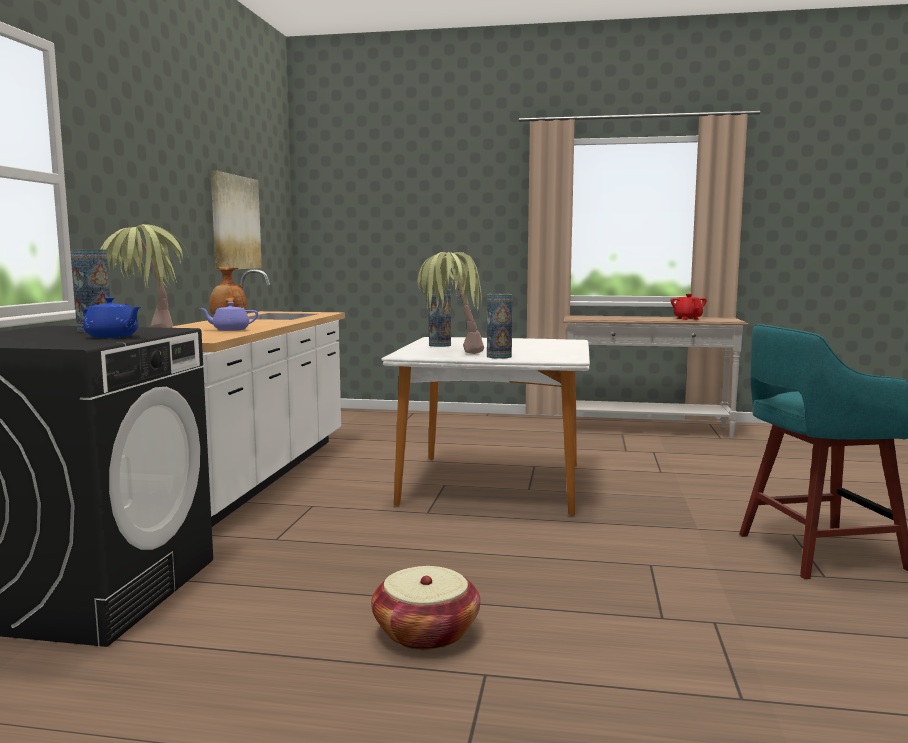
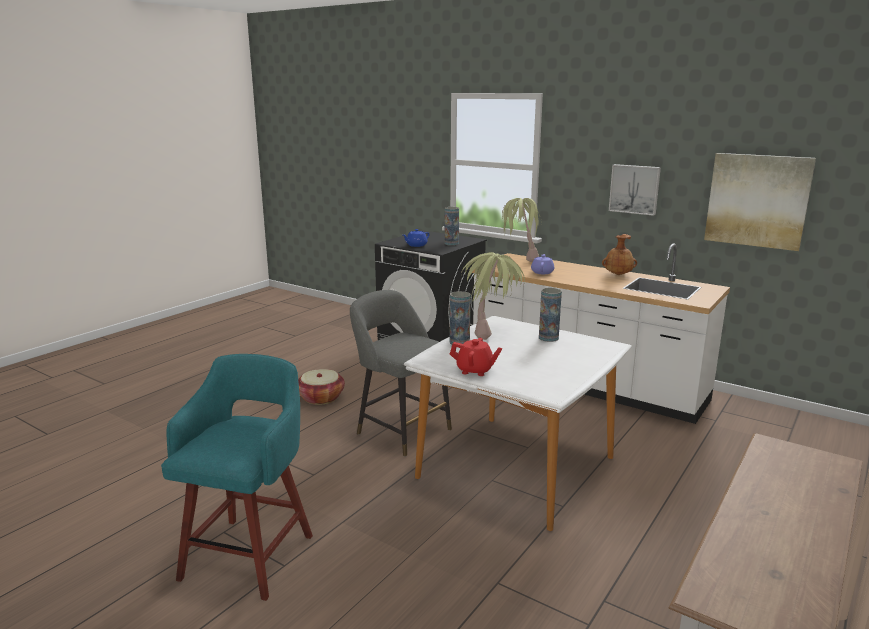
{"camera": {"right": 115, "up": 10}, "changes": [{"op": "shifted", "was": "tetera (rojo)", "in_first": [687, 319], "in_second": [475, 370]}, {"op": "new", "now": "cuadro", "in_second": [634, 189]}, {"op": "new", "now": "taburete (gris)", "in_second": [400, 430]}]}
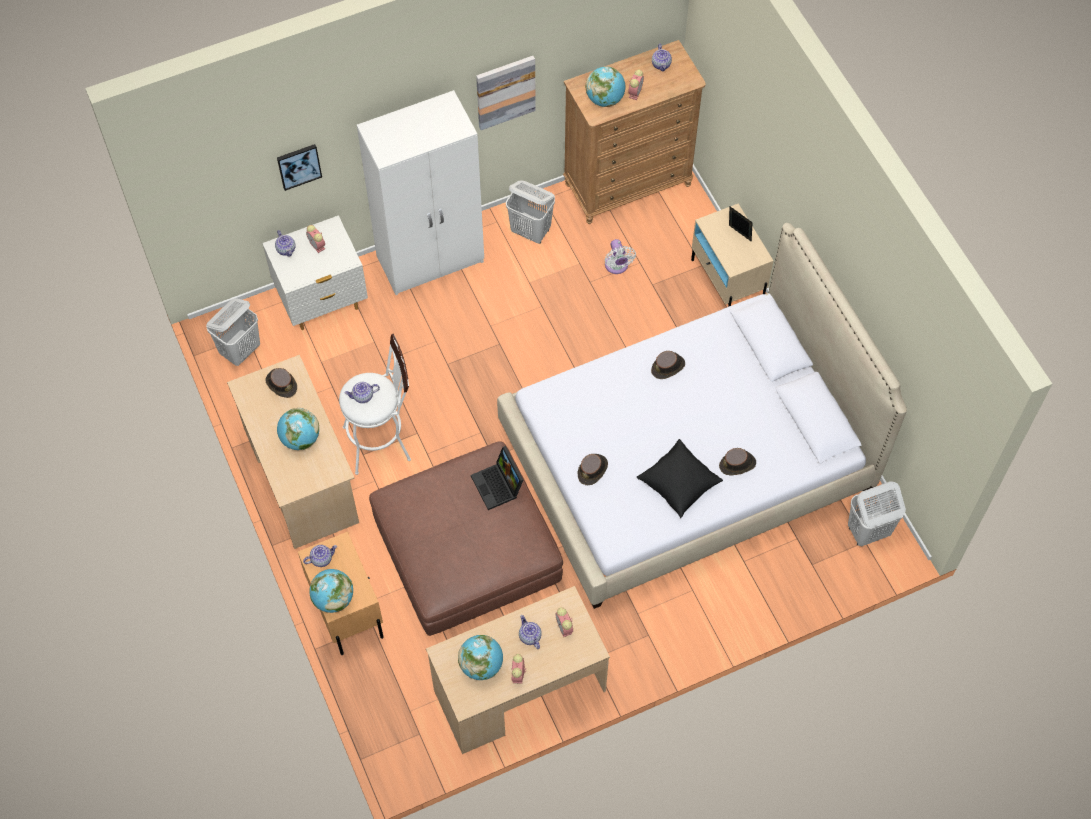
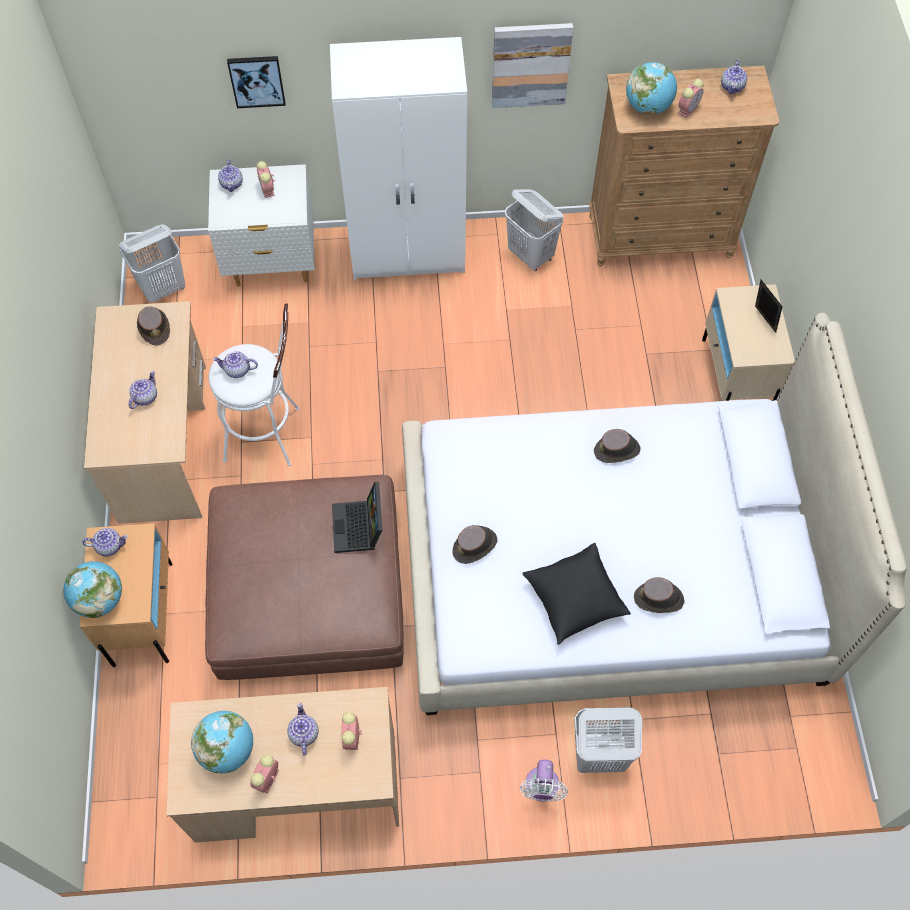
{"camera": {"right": 20, "up": 0}, "changes": [{"op": "shifted", "was": "ventilador (blanco)", "in_first": [617, 266], "in_second": [541, 788]}, {"op": "swapped", "was": "globo terráqueo", "now": "tetera", "in_first": [300, 439], "in_second": [145, 397]}, {"op": "shifted", "was": "cesto de la ropa (blanco)", "in_first": [867, 531], "in_second": [598, 755]}]}
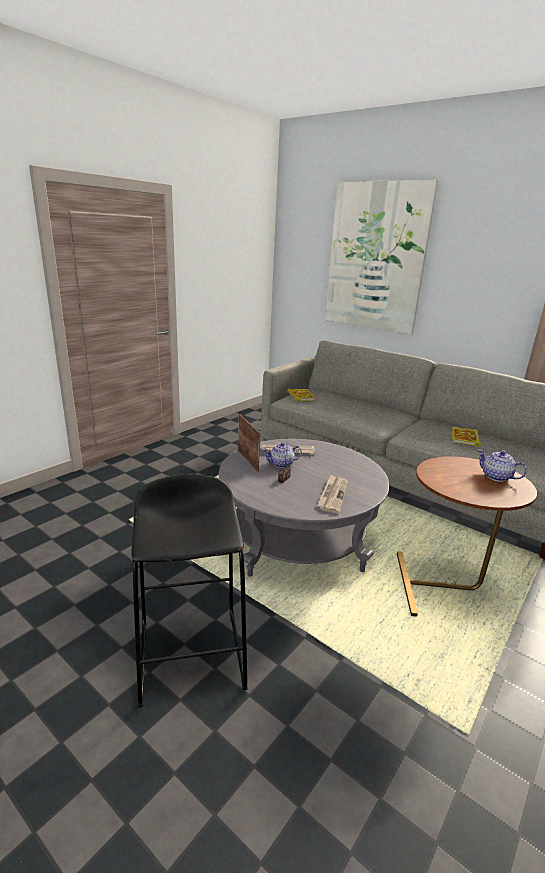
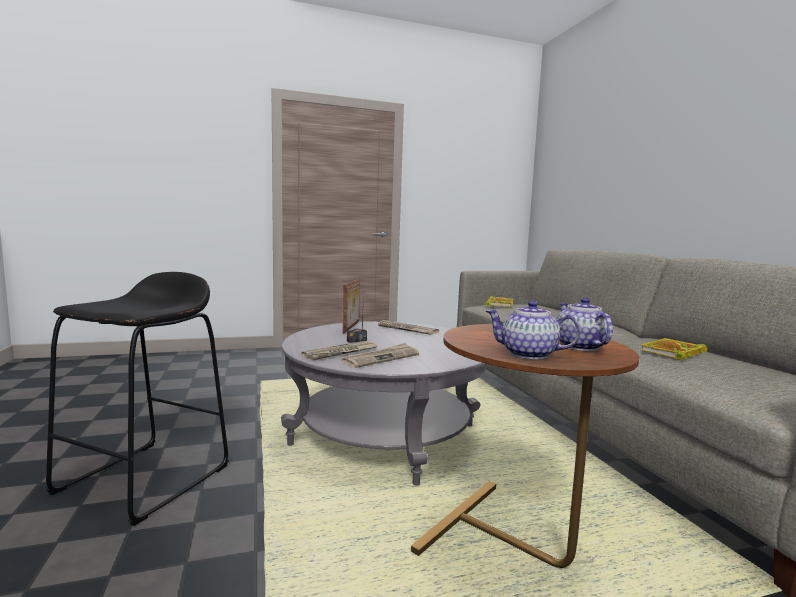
{"camera": {"right": 35, "up": -15}, "changes": [{"op": "gone", "was": "cuadro", "in_first": [376, 258]}, {"op": "shifted", "was": "tetera", "in_first": [281, 464], "in_second": [529, 354]}, {"op": "new", "now": "periódico", "in_second": [340, 353]}]}
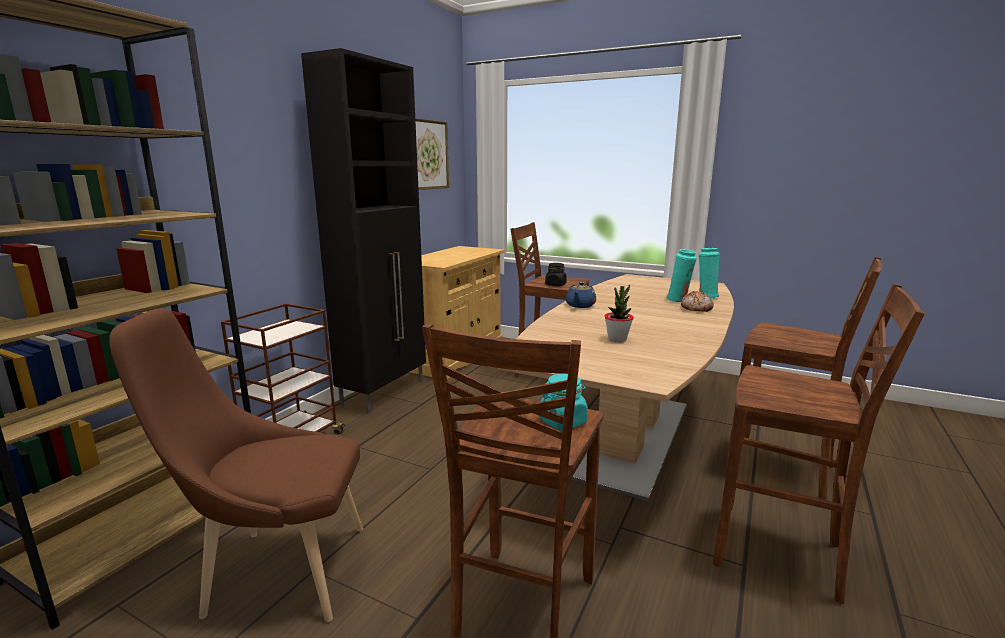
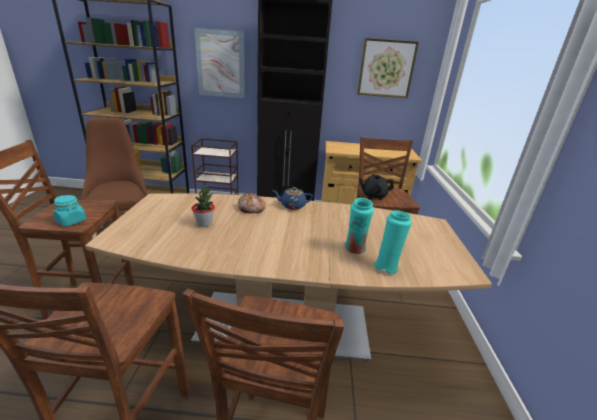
{"camera": {"right": 65, "up": 10}, "changes": [{"op": "swapped", "was": "tarro (negro)", "now": "tetera (negro)", "in_first": [555, 285], "in_second": [373, 196]}, {"op": "shifted", "was": "pan", "in_first": [697, 308], "in_second": [251, 208]}, {"op": "new", "now": "cuadro", "in_second": [220, 64]}]}
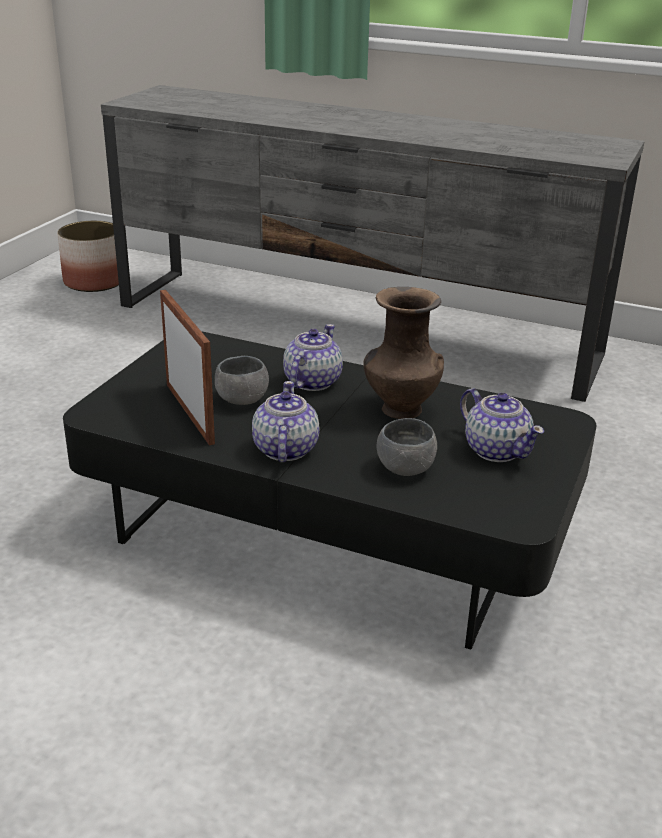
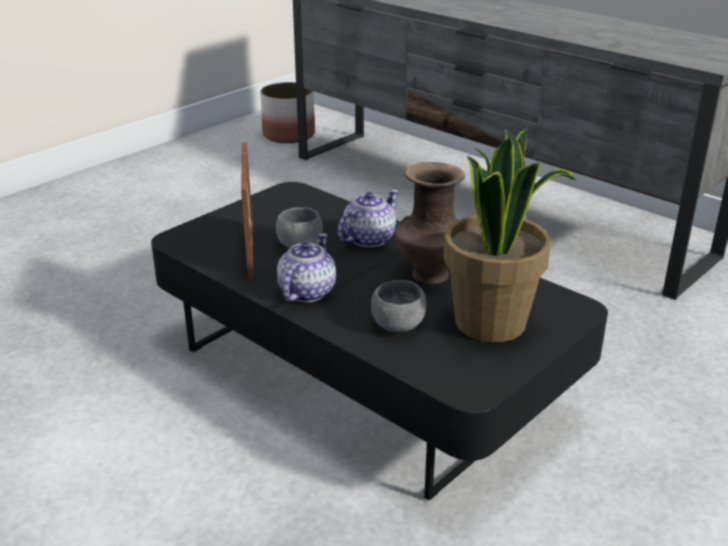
{"camera": {"right": 20, "up": 0}, "changes": [{"op": "swapped", "was": "tetera", "now": "planta en maceta", "in_first": [496, 450], "in_second": [492, 323]}]}
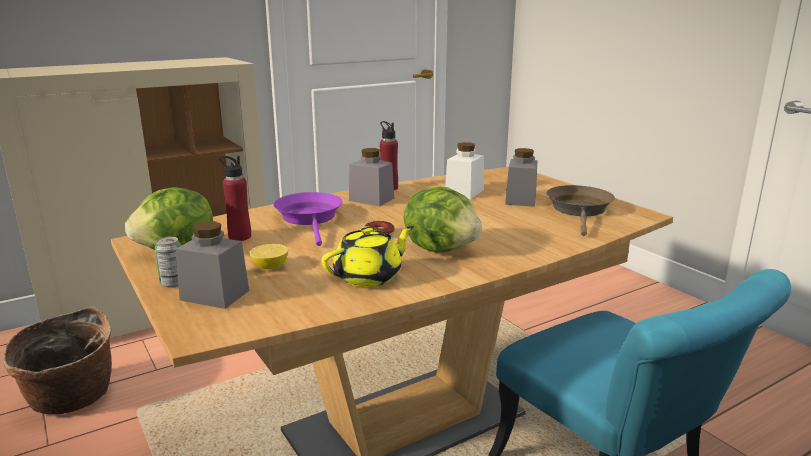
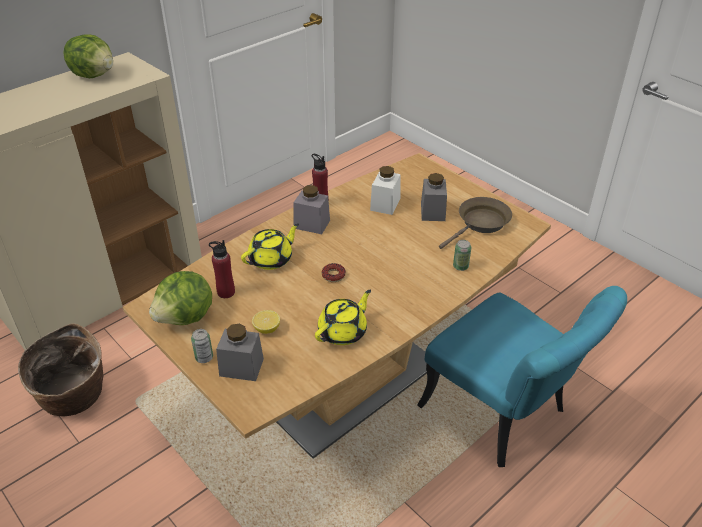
{"camera": {"right": -10, "up": 20}, "changes": [{"op": "rotated", "was": "sartén (marrón)", "in_first": [579, 210], "in_second": [480, 223], "clockwise": 45}, {"op": "shifted", "was": "lechuga", "in_first": [442, 248], "in_second": [94, 75]}, {"op": "swapped", "was": "sartén (morado)", "now": "tetera (amarillo)", "in_first": [310, 218], "in_second": [271, 259]}, {"op": "new", "now": "lata", "in_second": [460, 266]}]}
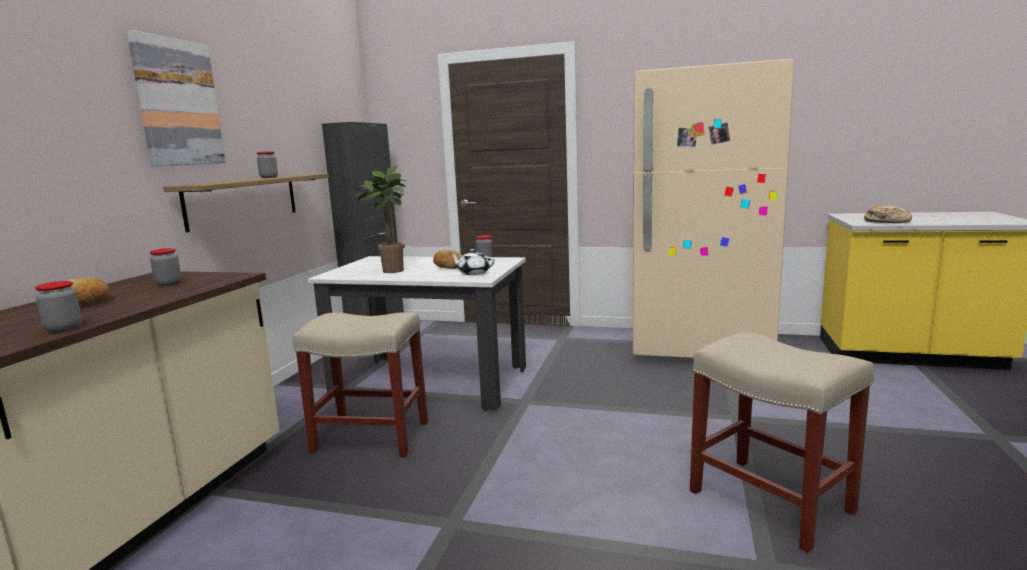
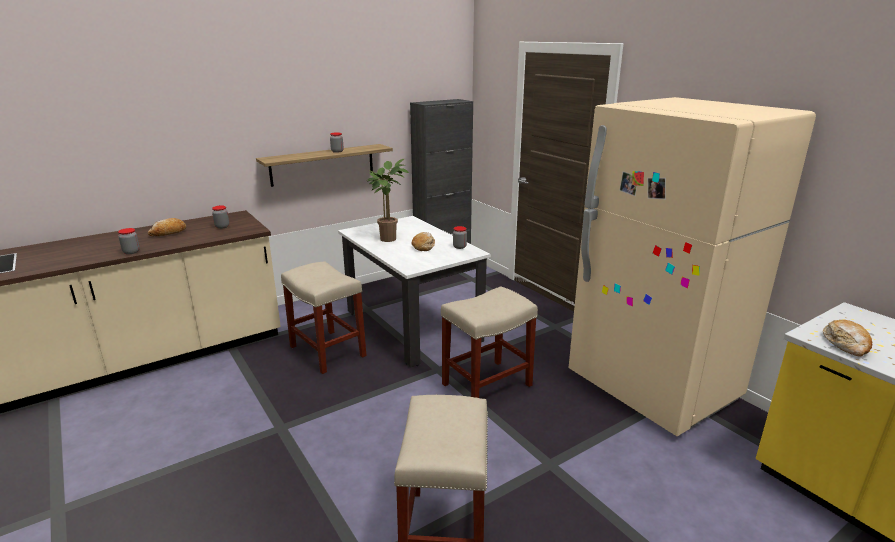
{"camera": {"right": 40, "up": 10}, "changes": [{"op": "gone", "was": "cuadro", "in_first": [177, 103]}, {"op": "gone", "was": "tetera (blanco)", "in_first": [473, 273]}, {"op": "new", "now": "taburete (beis)", "in_second": [486, 385]}]}
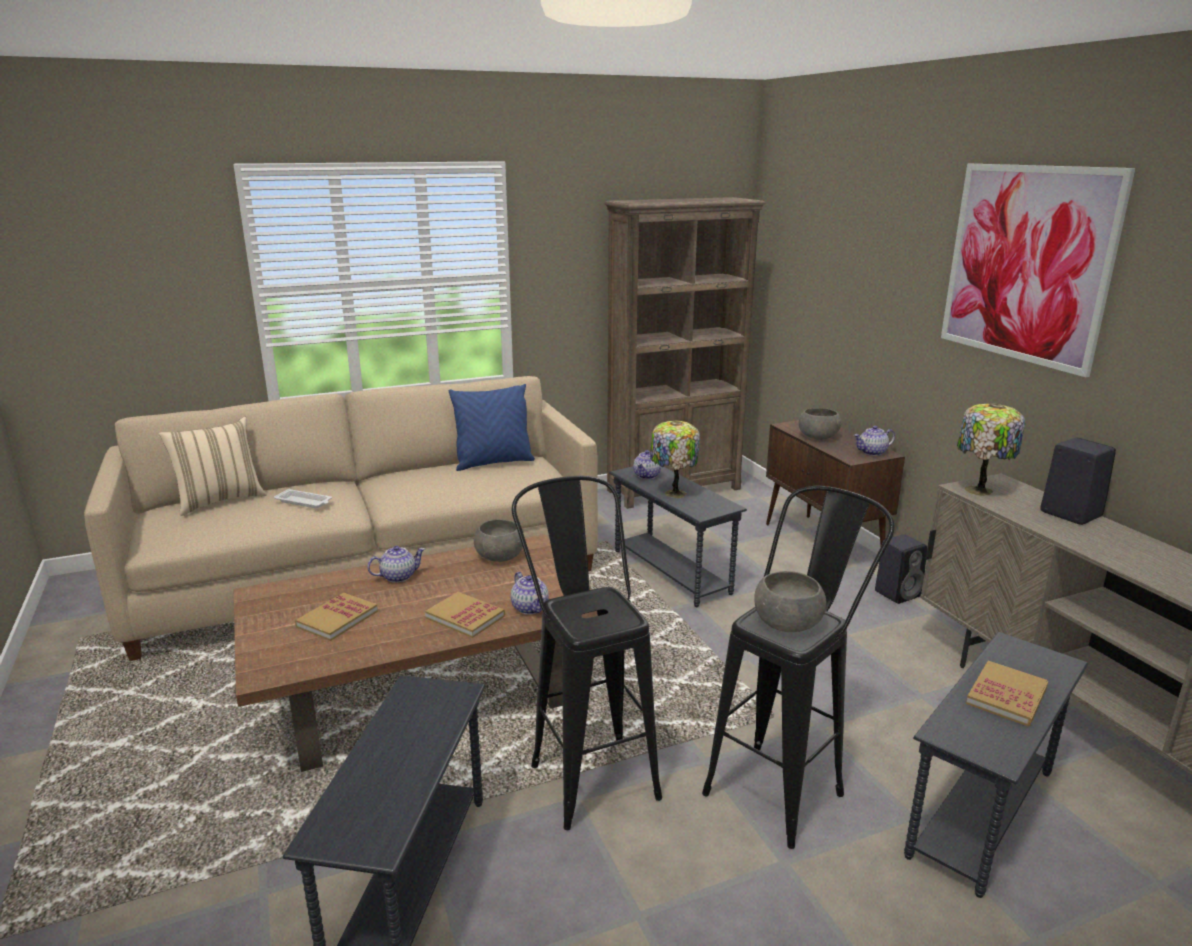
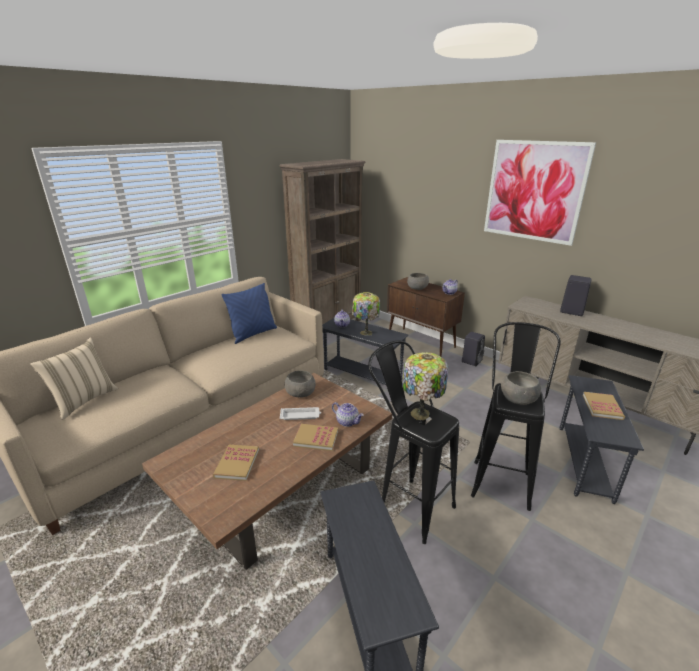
{"camera": {"right": -25, "up": 5}, "changes": [{"op": "shifted", "was": "lámpara de mesa", "in_first": [979, 491], "in_second": [421, 415]}, {"op": "shifted", "was": "bandeja (blanco)", "in_first": [304, 502], "in_second": [300, 416]}, {"op": "gone", "was": "tetera", "in_first": [398, 576]}]}
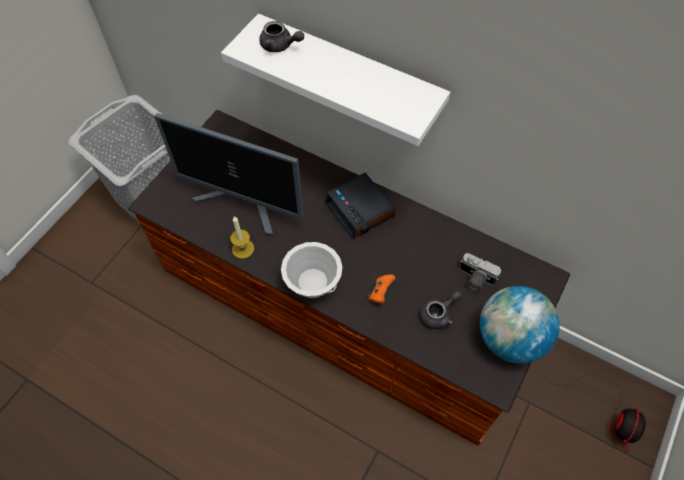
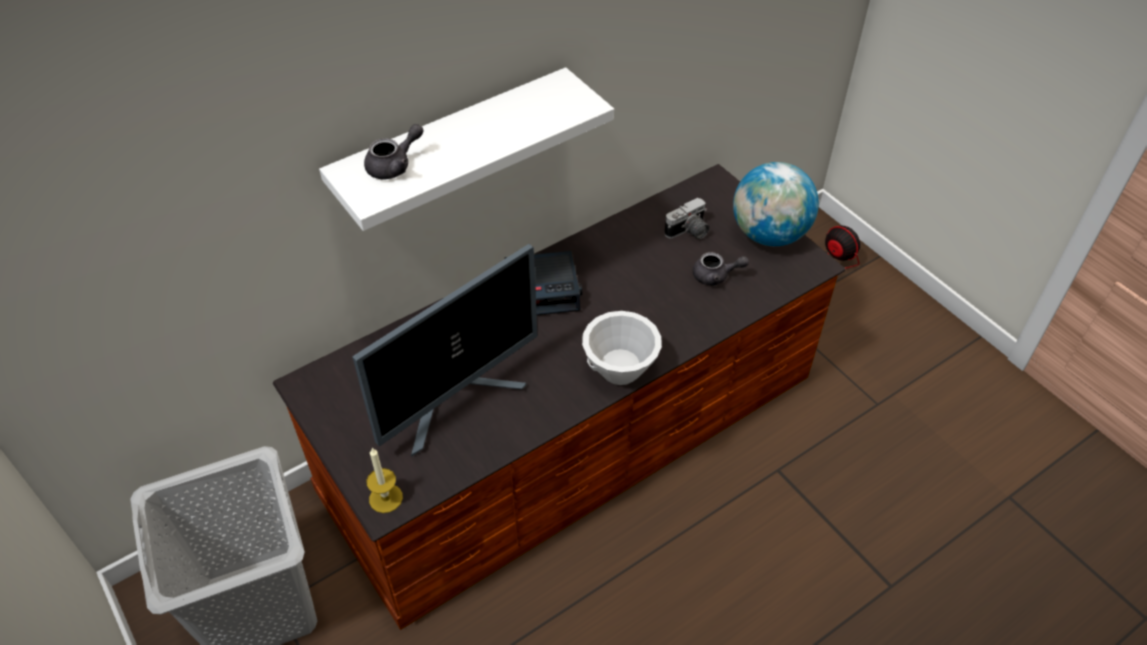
{"camera": {"right": -65, "up": -10}, "changes": [{"op": "shifted", "was": "vela", "in_first": [243, 248], "in_second": [385, 498]}, {"op": "gone", "was": "mando de consola (naranja)", "in_first": [380, 293]}, {"op": "rotated", "was": "tetera (gris)", "in_first": [438, 315], "in_second": [715, 276], "clockwise": 105}]}
